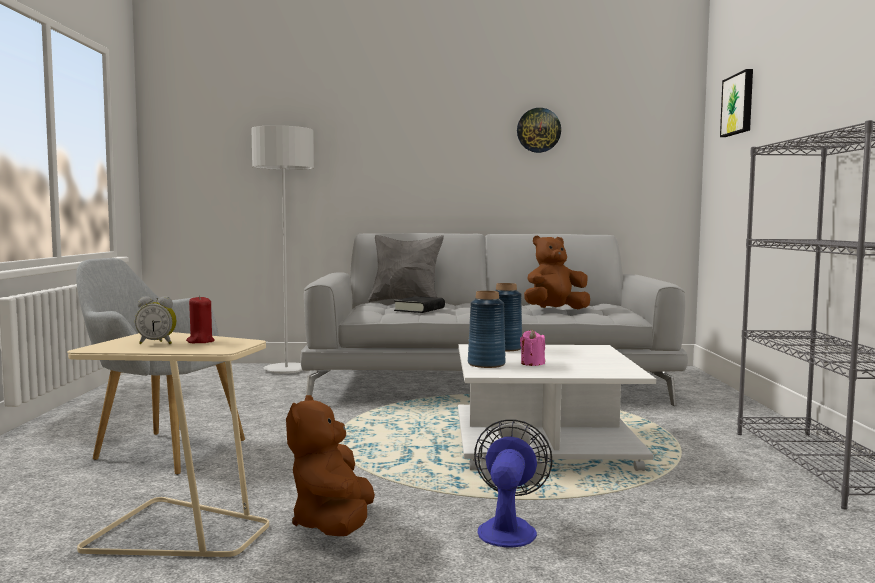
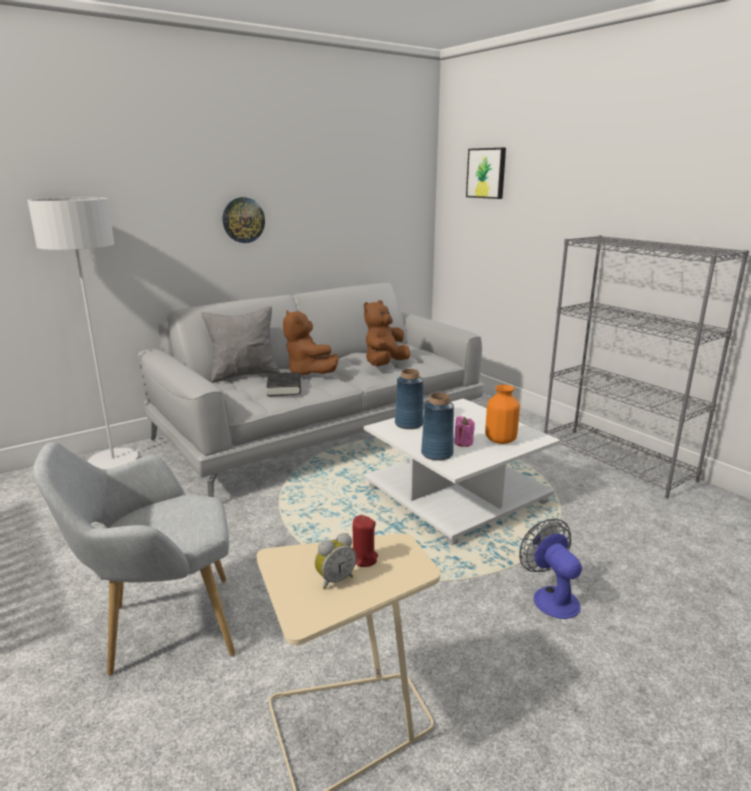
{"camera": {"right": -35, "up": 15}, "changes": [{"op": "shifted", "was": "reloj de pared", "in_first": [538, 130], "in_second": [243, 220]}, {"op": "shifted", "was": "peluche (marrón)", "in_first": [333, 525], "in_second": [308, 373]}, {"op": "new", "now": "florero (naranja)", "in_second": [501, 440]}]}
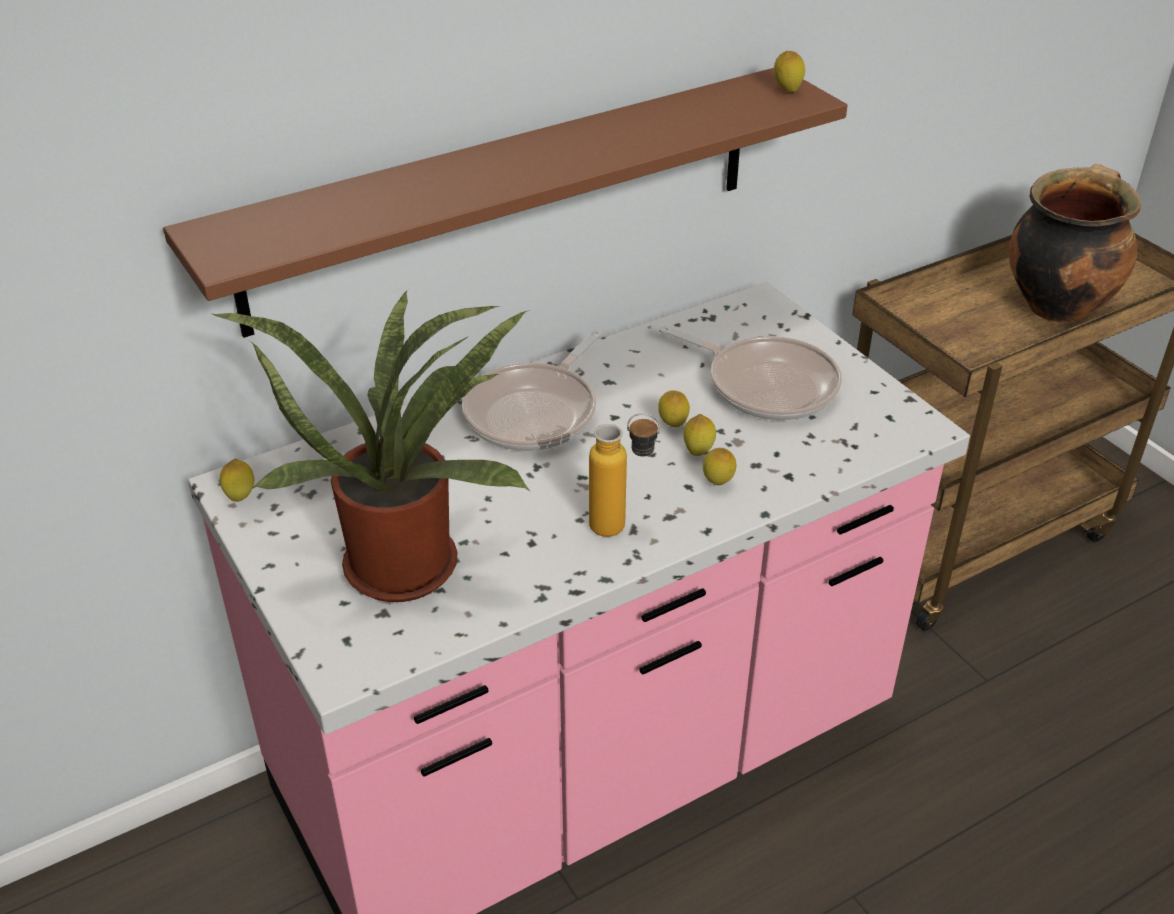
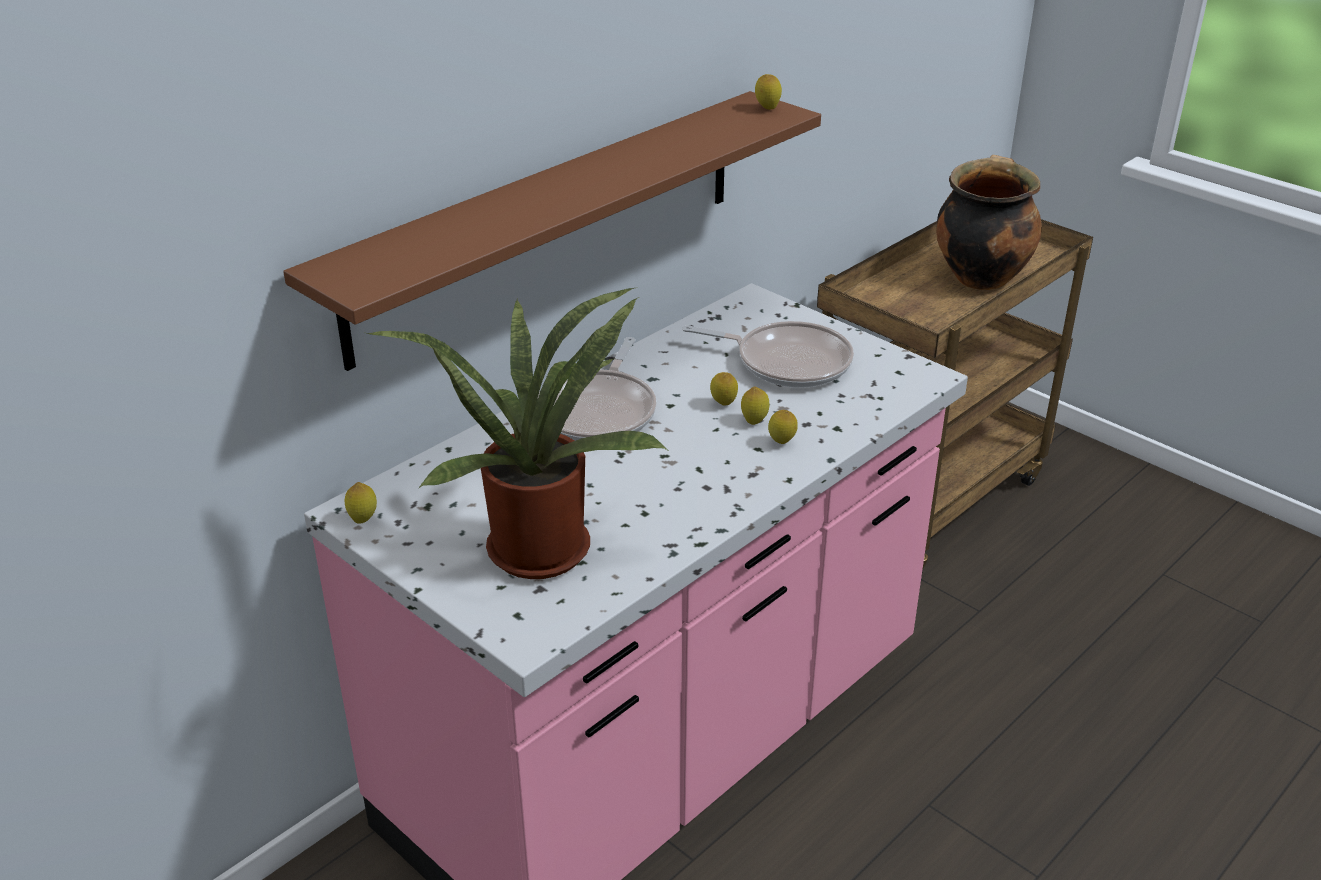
{"camera": {"right": -15, "up": -5}, "changes": [{"op": "gone", "was": "botella", "in_first": [622, 528]}]}
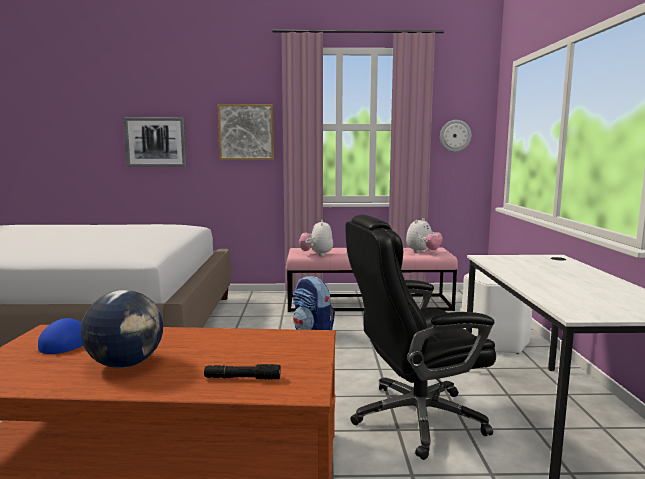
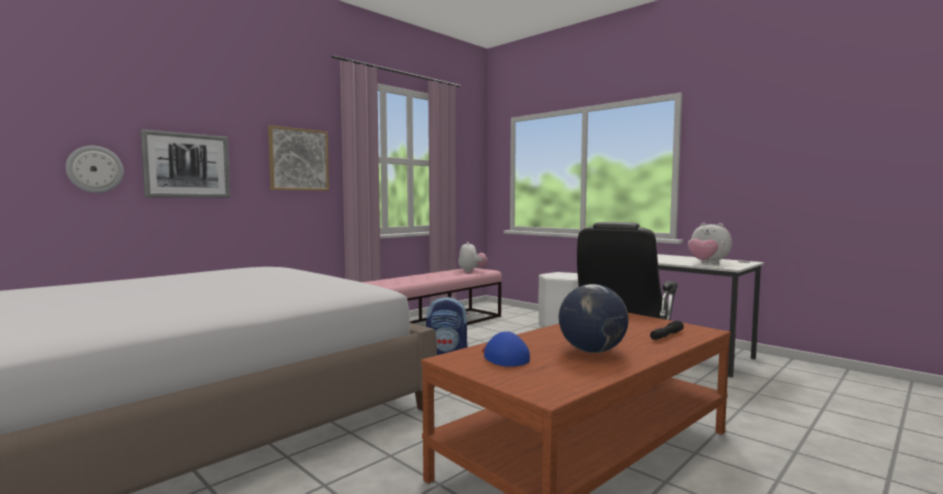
{"camera": {"right": -45, "up": -5}, "changes": [{"op": "shifted", "was": "reloj de pared", "in_first": [455, 136], "in_second": [95, 169]}, {"op": "shifted", "was": "peluche", "in_first": [317, 254], "in_second": [707, 263]}]}
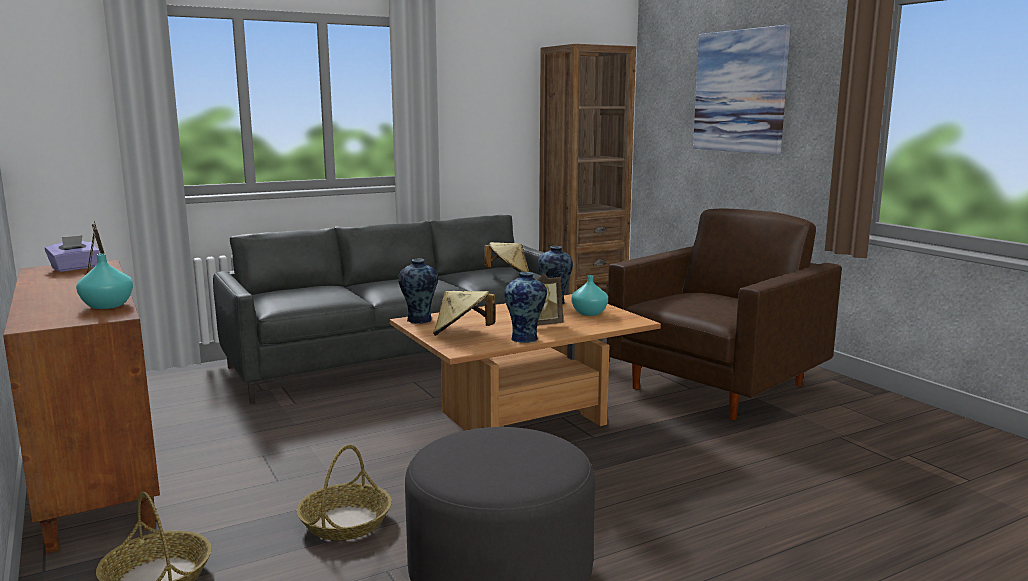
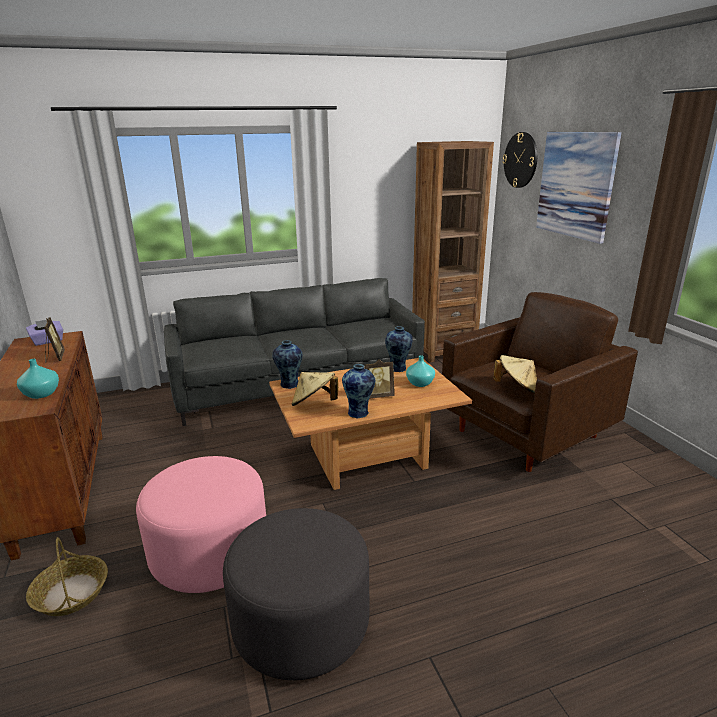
{"camera": {"right": 10, "up": 10}, "changes": [{"op": "shifted", "was": "sombrero (beis)", "in_first": [508, 274], "in_second": [517, 388]}, {"op": "swapped", "was": "cesta", "now": "puf (rosa)", "in_first": [345, 522], "in_second": [210, 552]}, {"op": "new", "now": "reloj de pared", "in_second": [520, 160]}]}
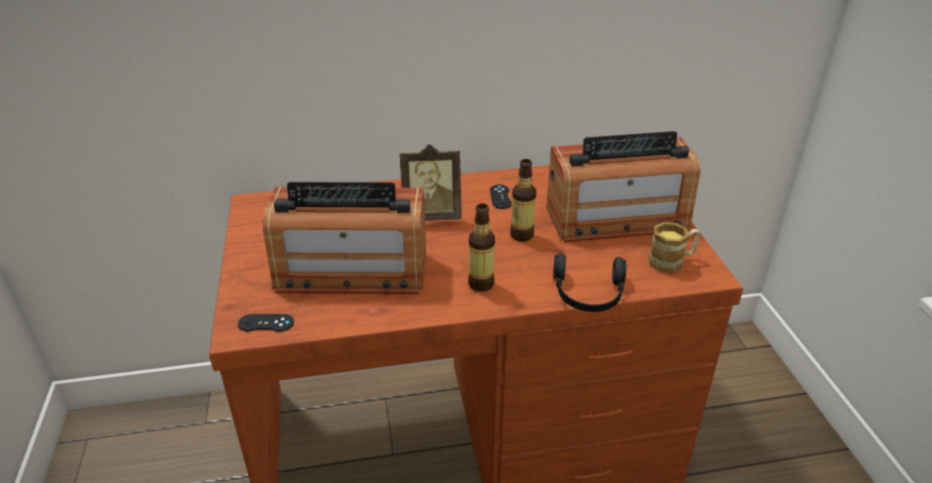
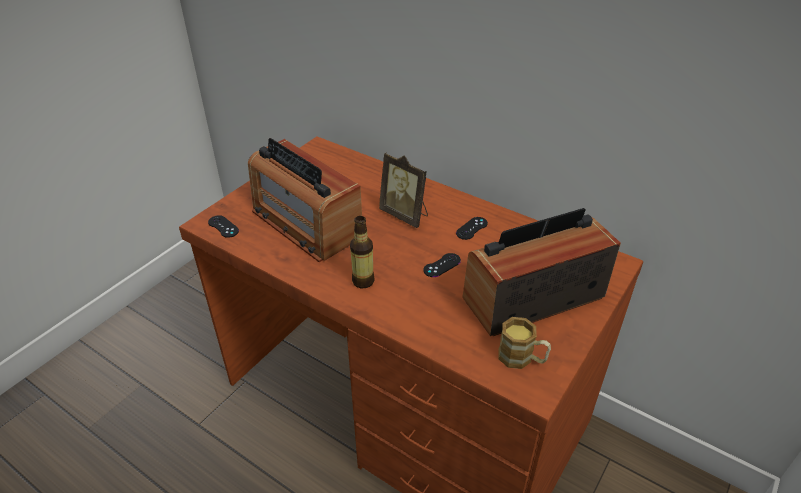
{"camera": {"right": 45, "up": 5}, "changes": [{"op": "rotated", "was": "radio", "in_first": [616, 219], "in_second": [533, 297], "clockwise": 120}, {"op": "swapped", "was": "botella", "now": "mando de consola (negro)", "in_first": [522, 235], "in_second": [442, 265]}, {"op": "gone", "was": "auriculares (negro)", "in_first": [588, 294]}]}
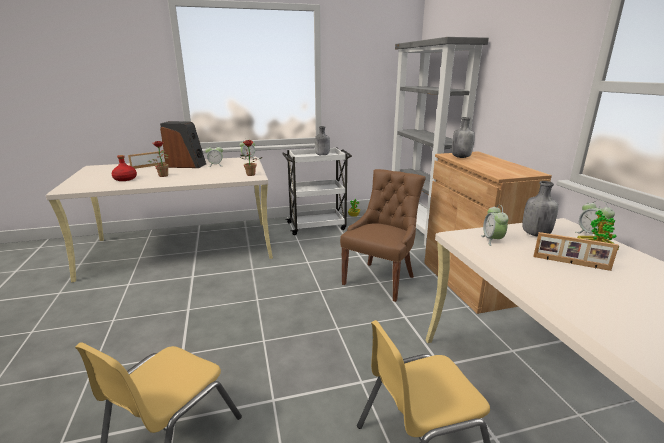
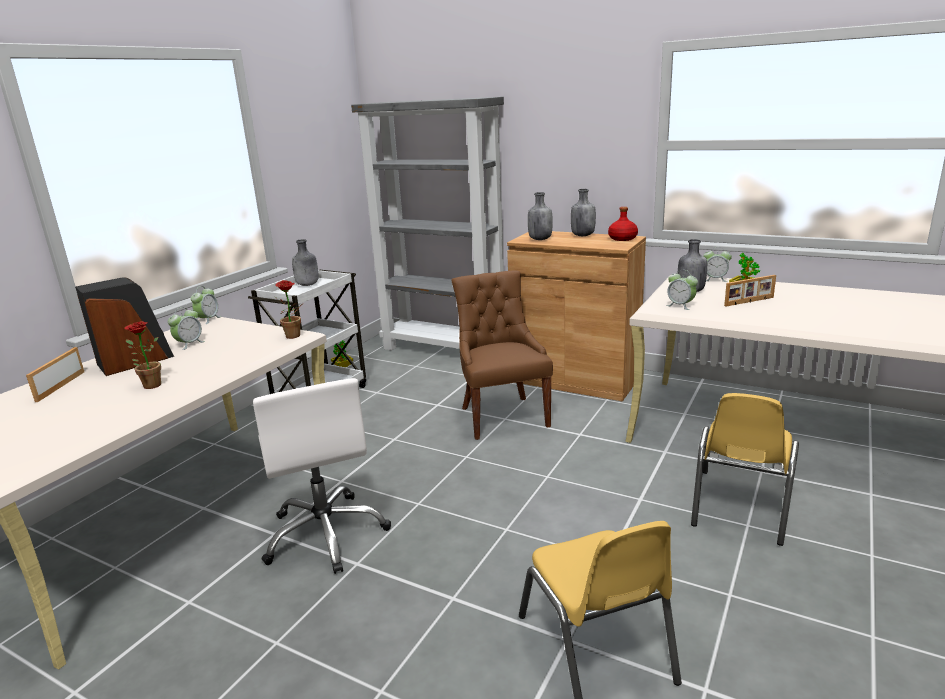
{"camera": {"right": -45, "up": 0}, "changes": [{"op": "shifted", "was": "botella (rojo)", "in_first": [125, 179], "in_second": [622, 238]}, {"op": "new", "now": "botella (gris)", "in_second": [582, 235]}, {"op": "new", "now": "silla de oficina (blanco)", "in_second": [326, 534]}]}
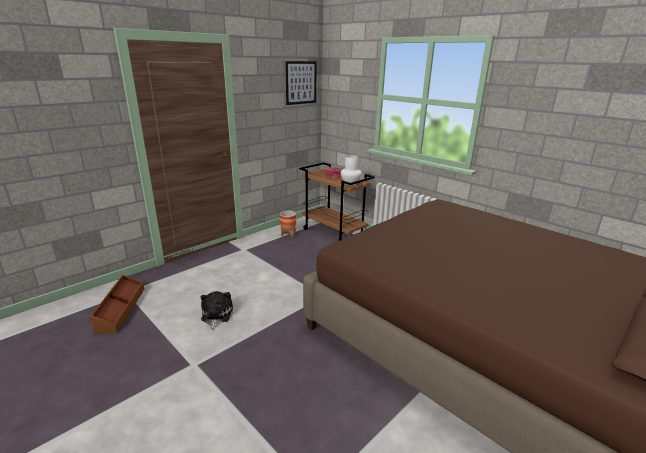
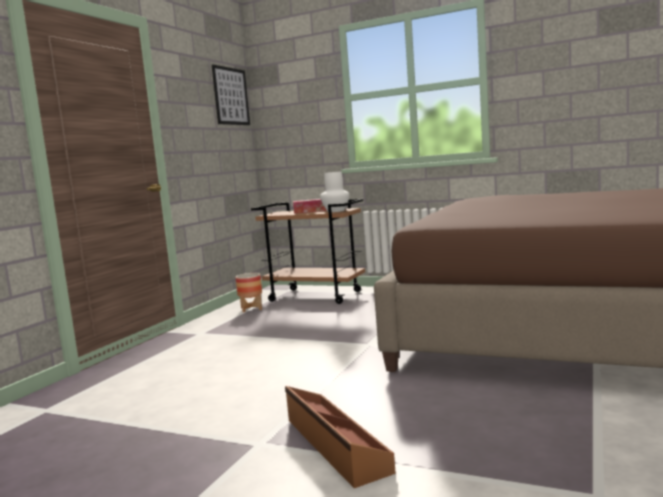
{"camera": {"right": -20, "up": -15}, "changes": [{"op": "shifted", "was": "caja de almacenaje (marrón)", "in_first": [120, 309], "in_second": [334, 445]}, {"op": "gone", "was": "peluche", "in_first": [216, 315]}]}
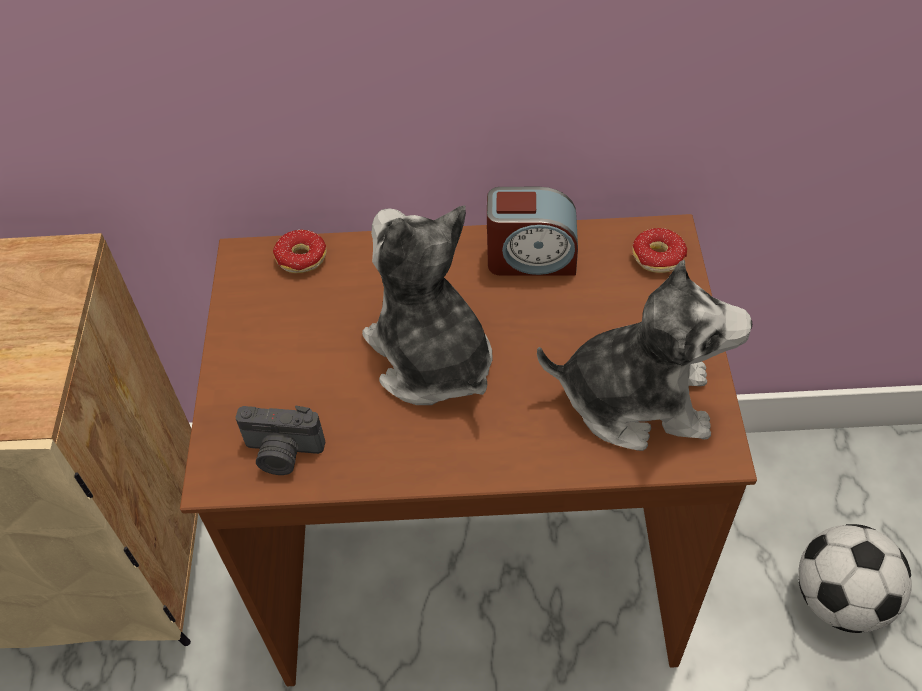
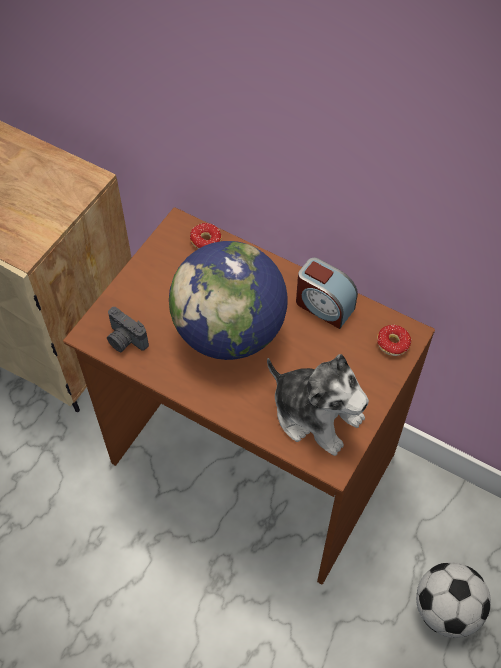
{"camera": {"right": 30, "up": 5}, "changes": [{"op": "swapped", "was": "peluche", "now": "globo terráqueo", "in_first": [430, 358], "in_second": [229, 332]}]}
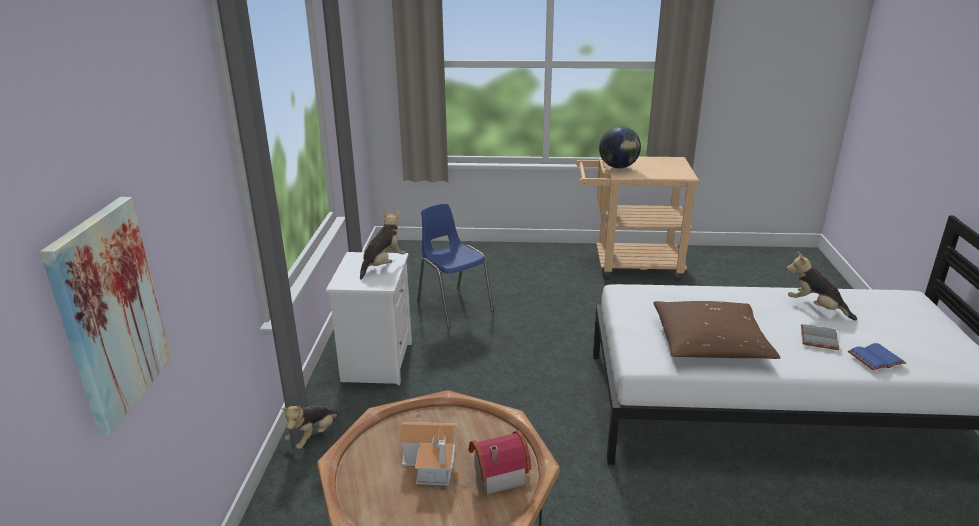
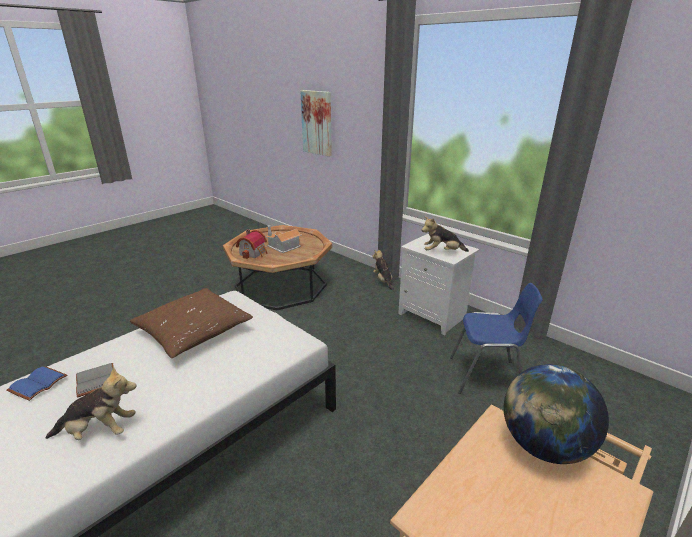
{"camera": {"right": 130, "up": 0}, "changes": [{"op": "rotated", "was": "peluche", "in_first": [383, 265], "in_second": [442, 252], "clockwise": 105}]}
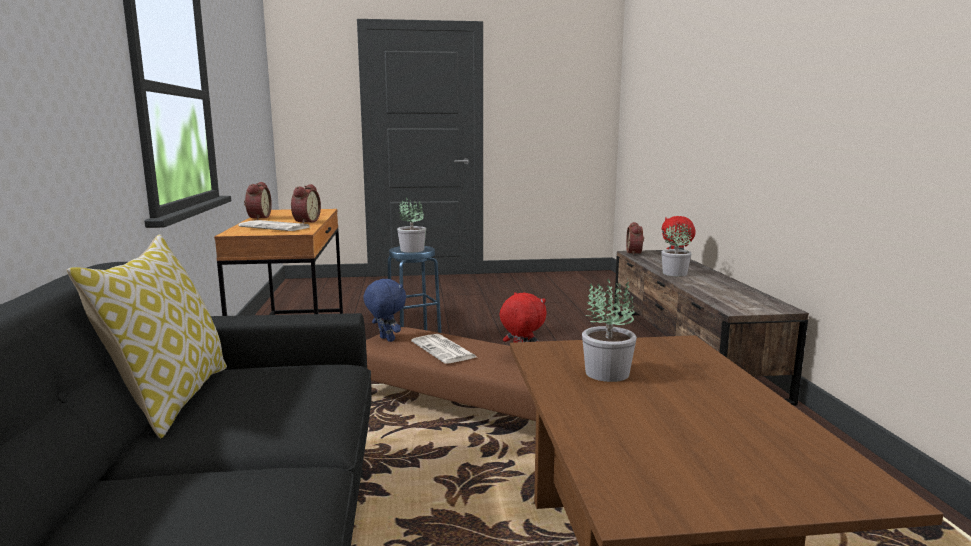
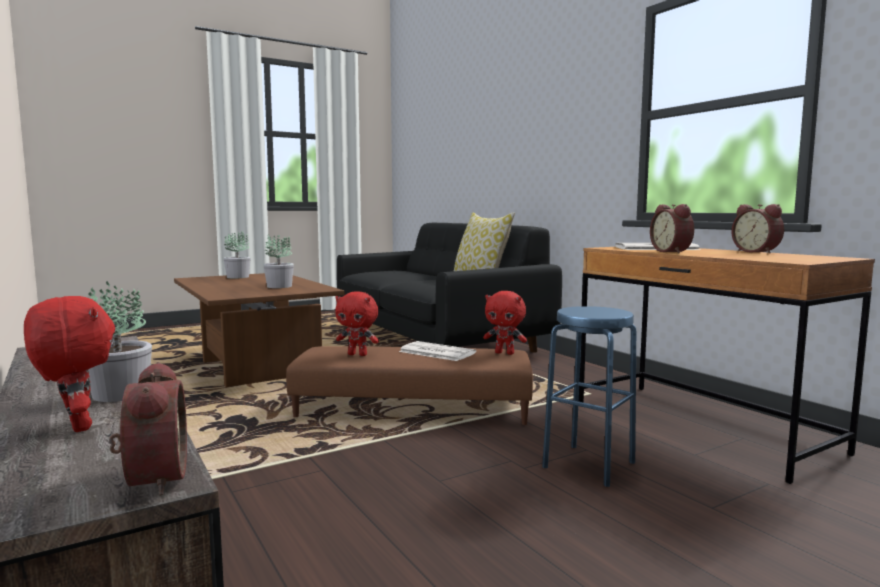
{"camera": {"right": 155, "up": -5}, "changes": [{"op": "shifted", "was": "planta en maceta", "in_first": [411, 250], "in_second": [238, 277]}, {"op": "repainted", "was": "peluche (azul)", "now": "peluche (rojo)", "in_first": [386, 339], "in_second": [505, 353]}]}
